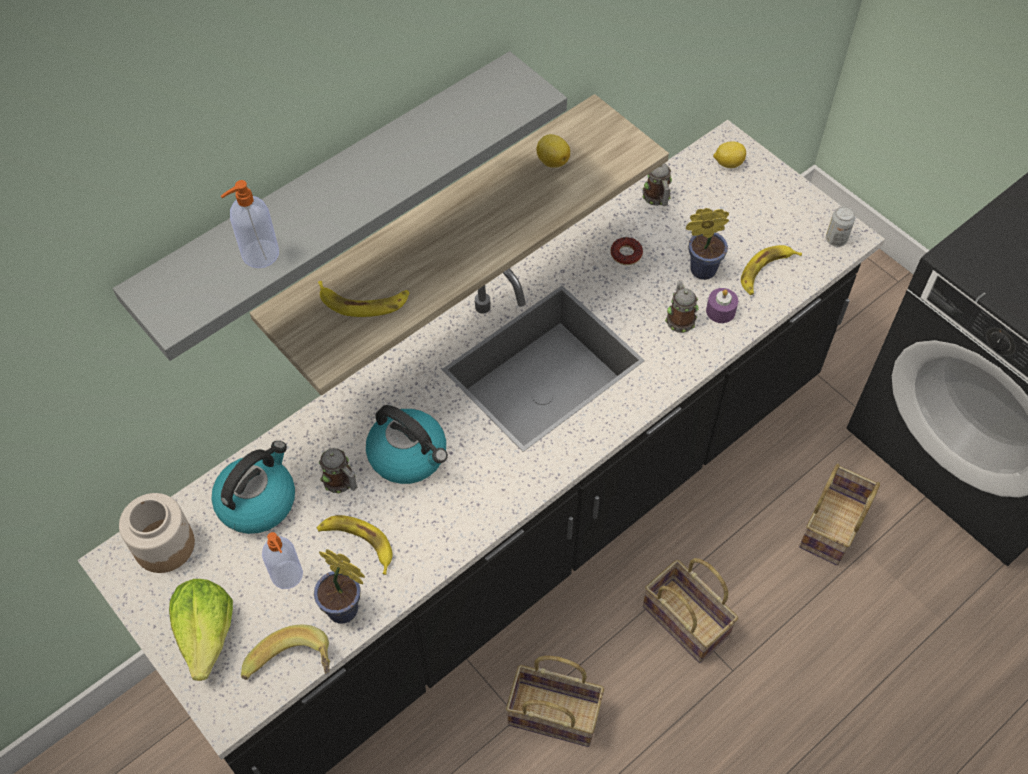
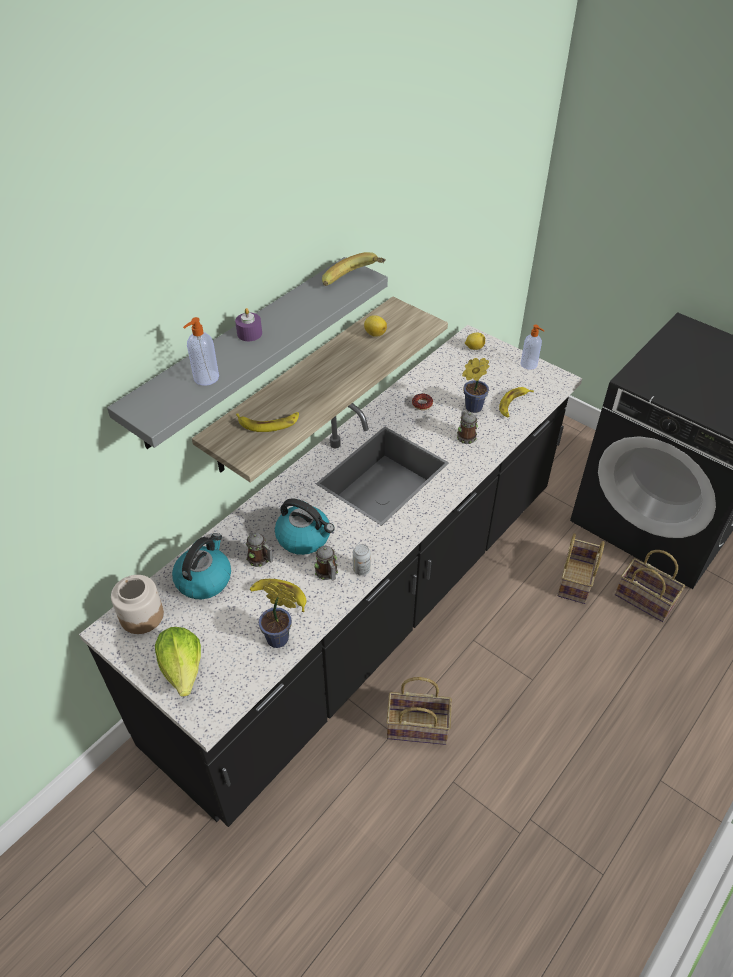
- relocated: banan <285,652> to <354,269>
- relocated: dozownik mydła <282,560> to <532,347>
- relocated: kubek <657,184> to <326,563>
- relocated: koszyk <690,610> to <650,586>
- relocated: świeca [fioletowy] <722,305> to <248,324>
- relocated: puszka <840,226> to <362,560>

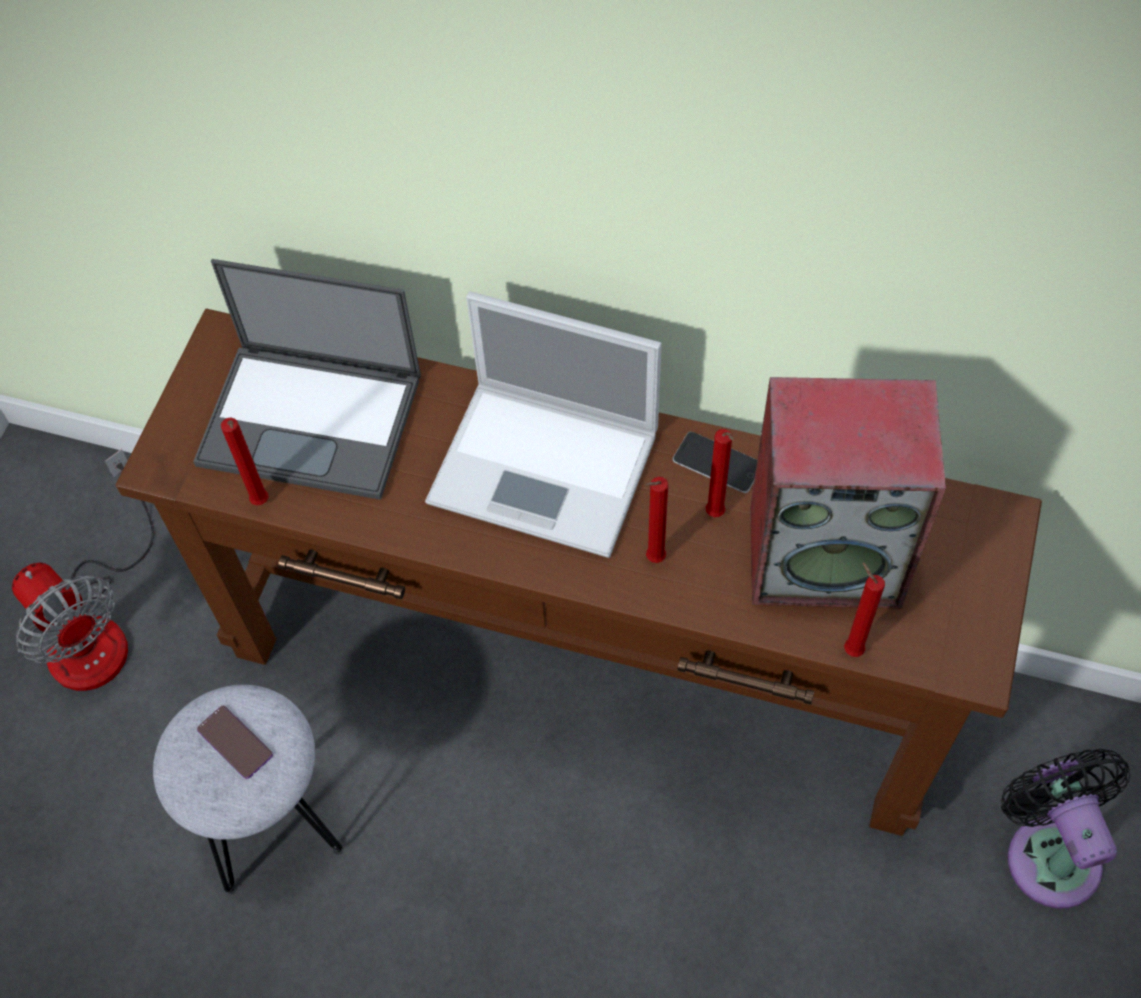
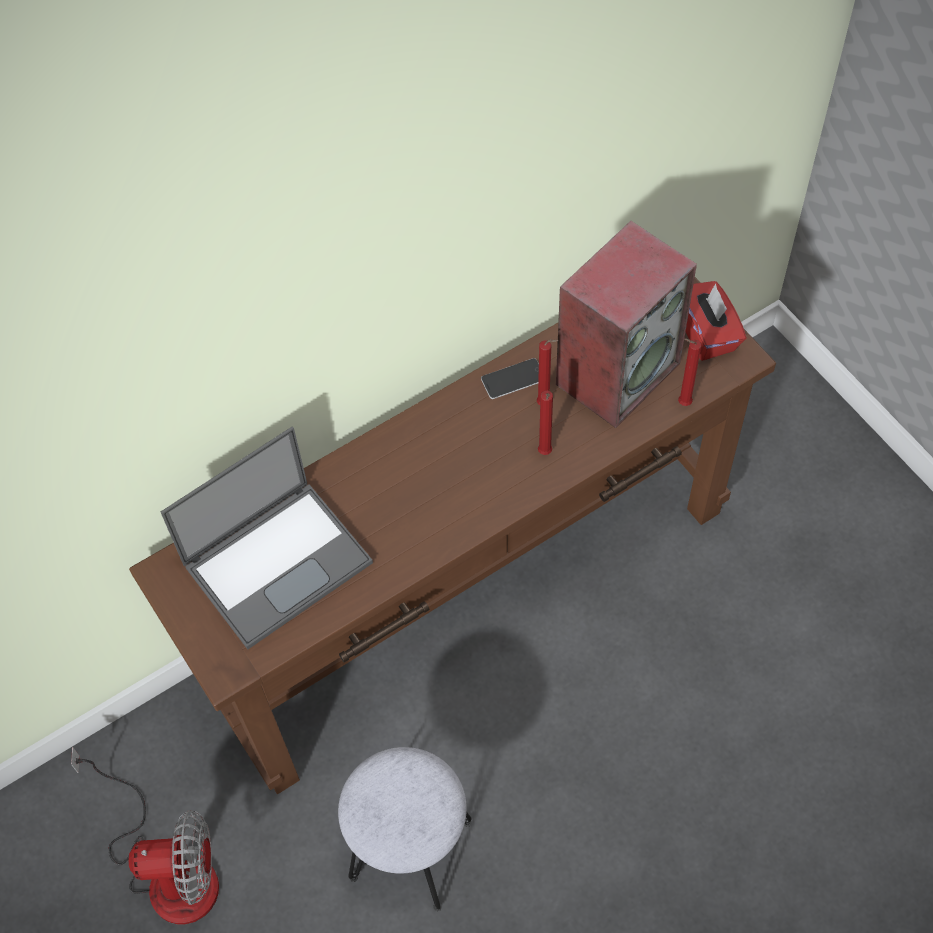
- missing: telefon <235,742>
- missing: świeca [czerwony] <244,461>
- missing: laptop <543,425>
- missing: wentylator [czarny] <1065,828>
- appeared: pudełko chusteczek [czerwony] <715,321>

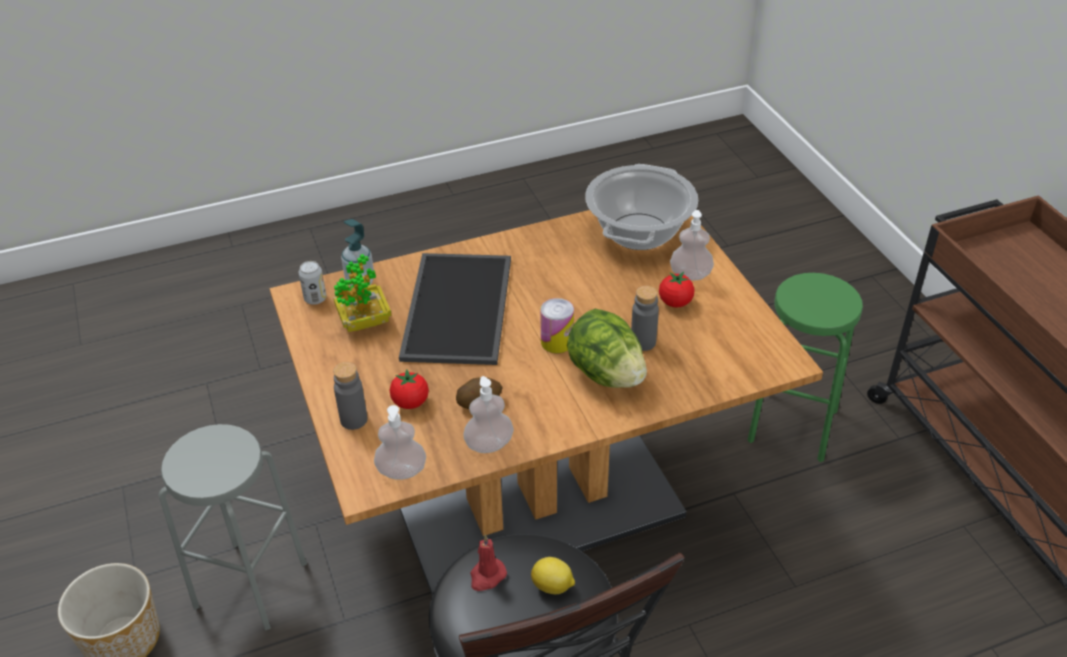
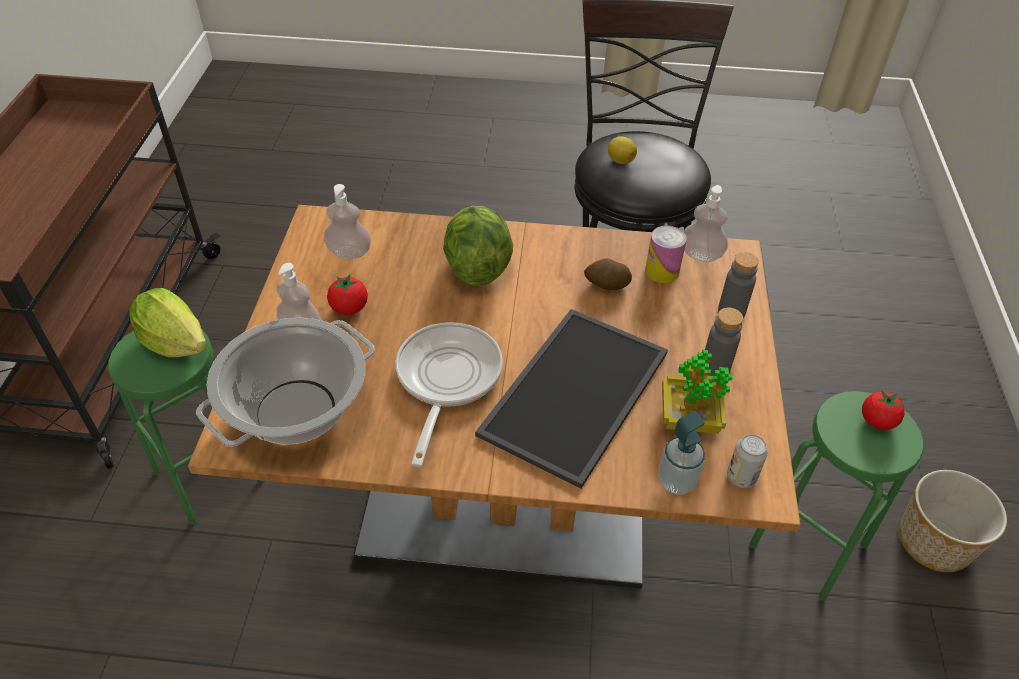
- colour: stołek [szary] <233,527> to stołek [zielony] <836,496>
- relocated: pomidor <409,389> to <883,410>
- relocated: dozownik mydła <488,414> to <347,221>
- missing: świeca [czerwony] <488,563>
- relocated: puszka <557,325> to <666,254>
- relocated: butelka [szary] <645,318> to <724,341>
- appeared: sałata <168,322>
- appeared: patelnia <449,394>

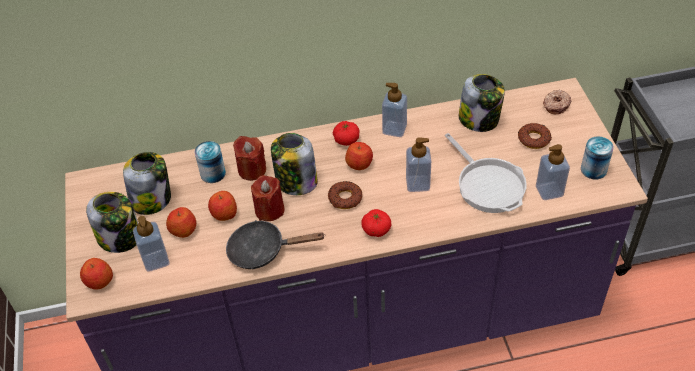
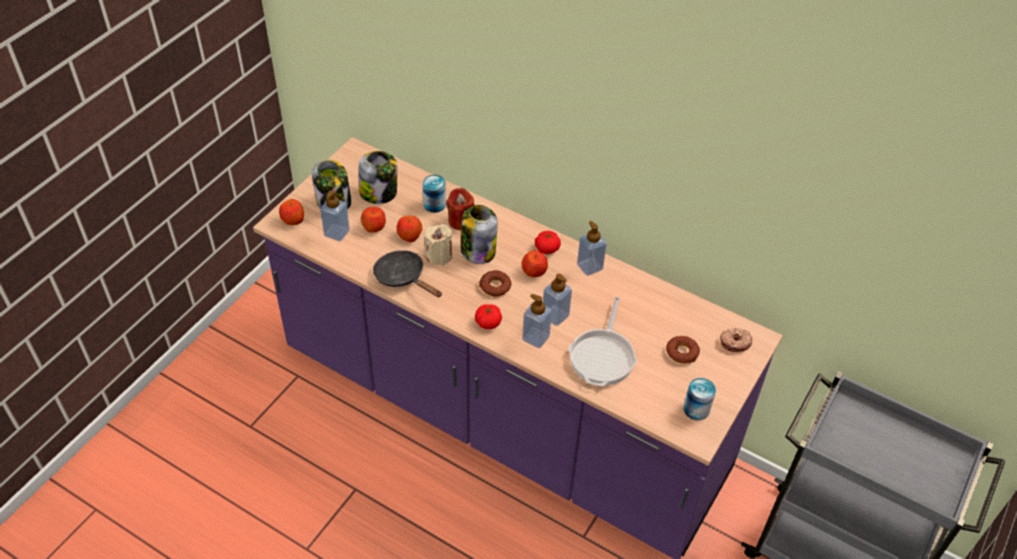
- colour: świeca [czerwony] <268,198> to świeca [beżowy] <438,245>
- missing: słoik <482,103>
- relocated: dozownik mydła <553,172> to <537,321>

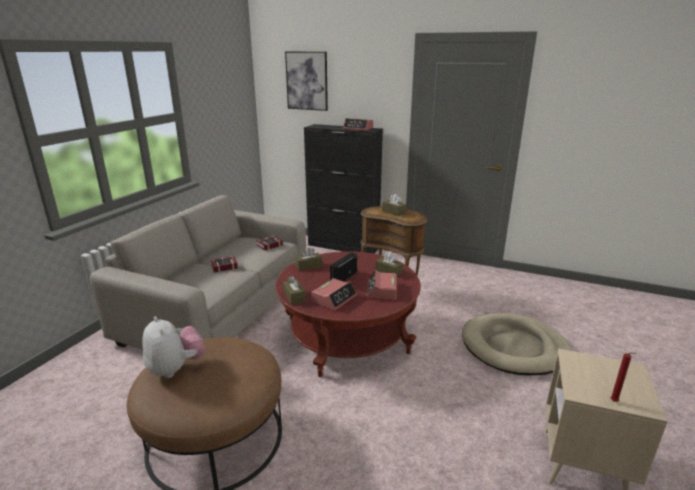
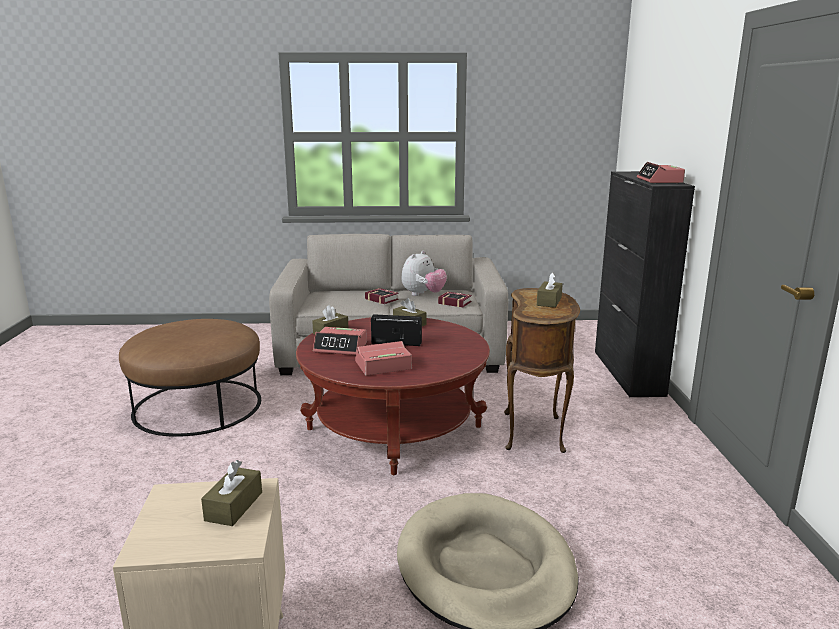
- relocated: pluszak <173,347> to <424,273>
- missing: obraz <306,81>
- relocated: pudełko chusteczek [brązowy] <389,264> to <231,493>
- missing: świeca [czerwony] <623,377>

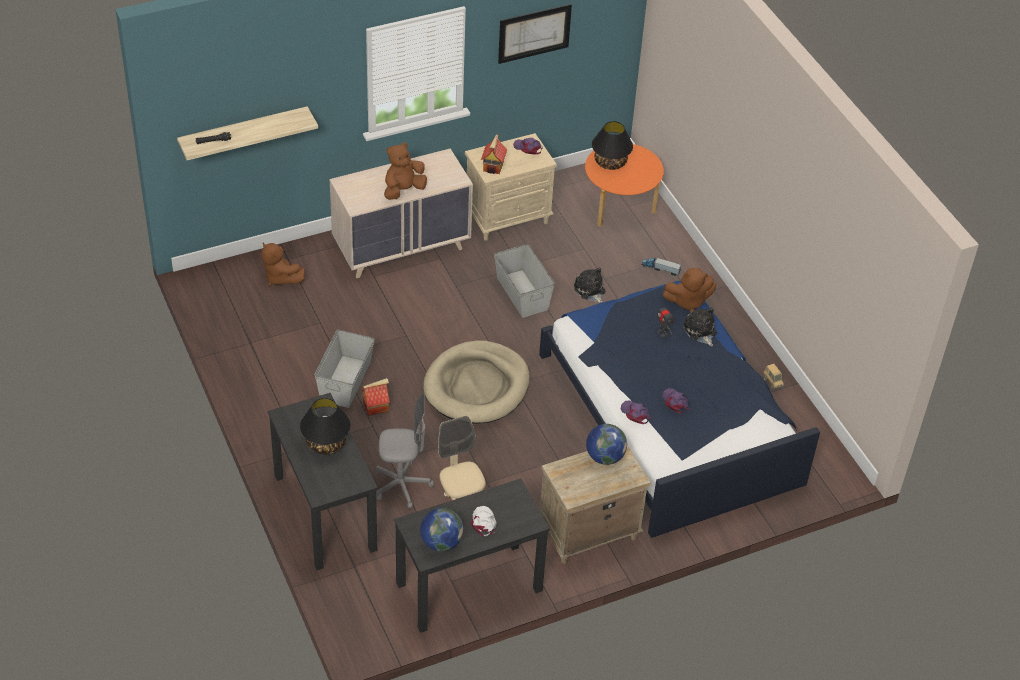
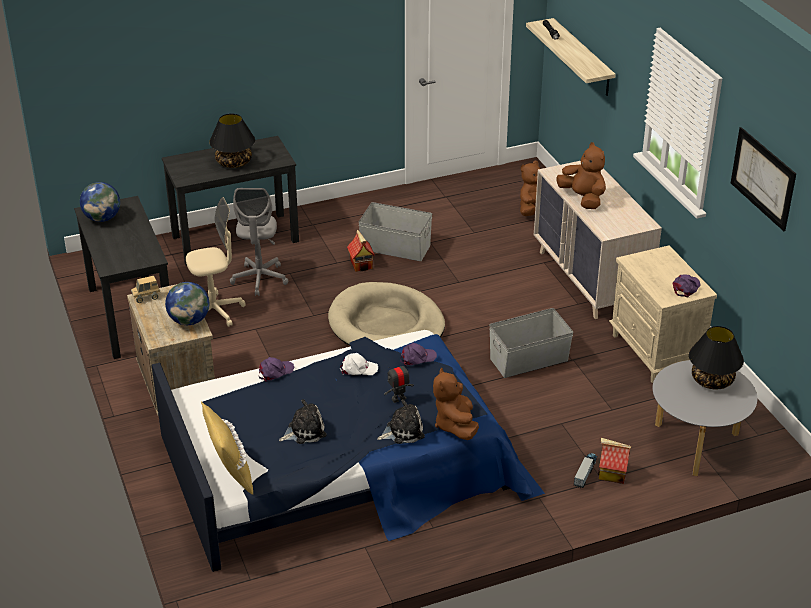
- relocated: czapka z daszkiem [biały] <483,521> to <359,364>
- relocated: domek <494,154> to <615,461>
- relocated: pluszak <589,285> to <303,421>
- colour: ława [pomarańczowy] <624,185> to ława [szary] <704,418>
- relocated: czapka z daszkiem [fioletowy] <675,400> to <418,354>
- relocated: ciężarówka zabawkowa <773,377> to <145,289>
- appeared: poduszka [żółty] <227,448>

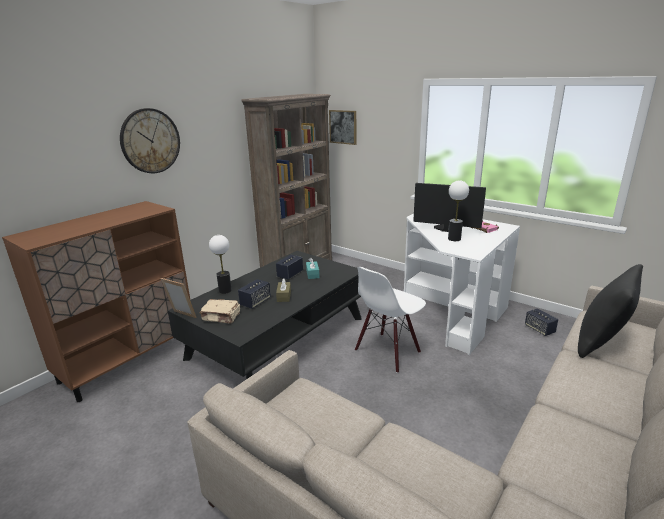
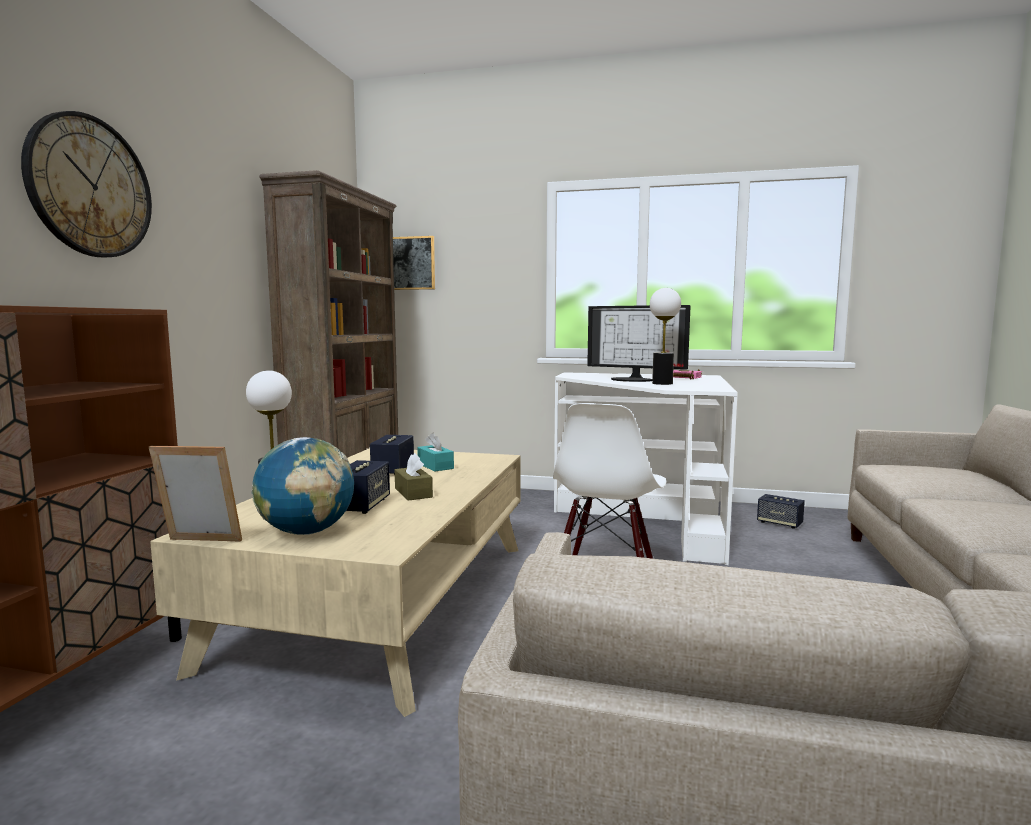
- colour: ława [czarny] <264,315> to ława [beżowy] <335,582>
- exchanged: książka [beżowy] <219,311> to globus <302,486>
- spun: monitor <449,207> = <639,343> 150 degrees counterclockwise
- missing: poduszka [czarny] <610,311>

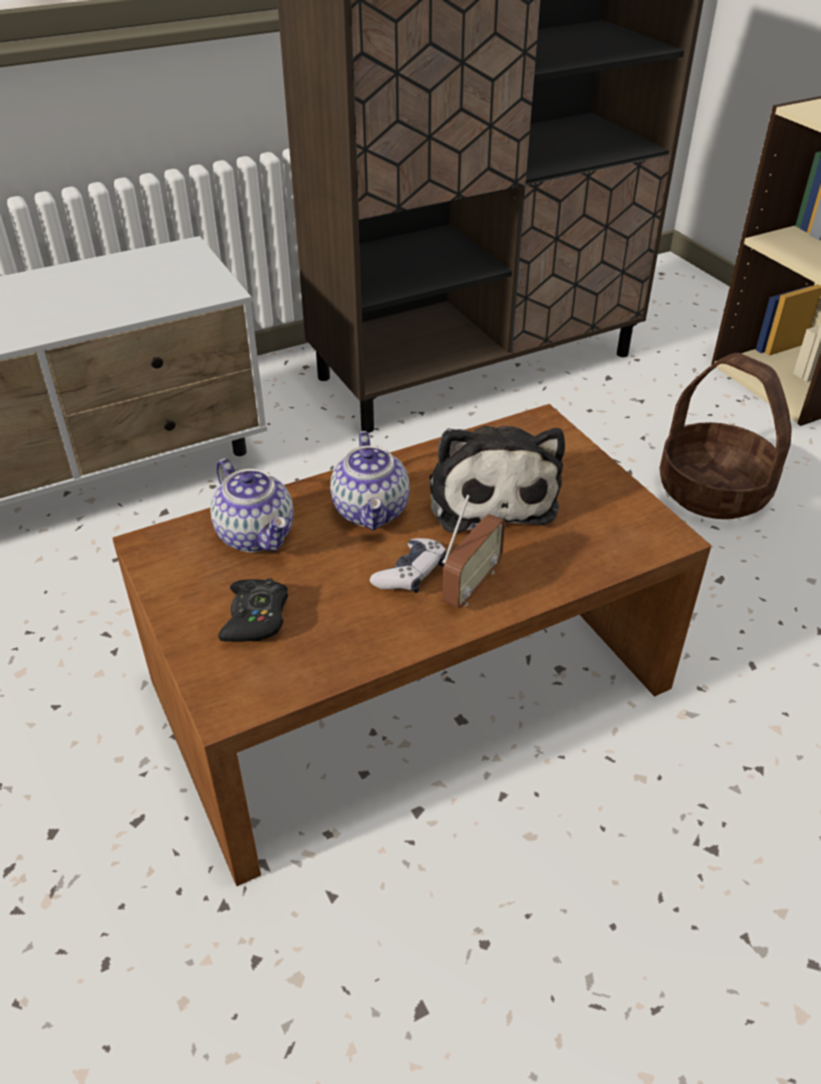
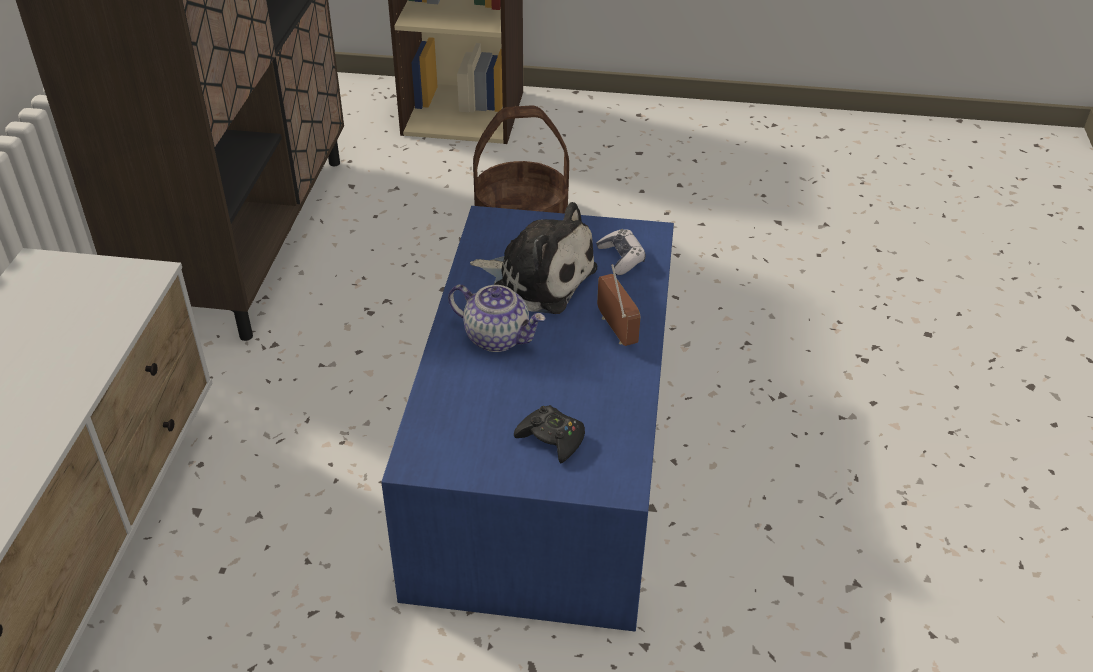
- colour: ława [brązowy] <411,645> to ława [niebieski] <527,418>
- missing: imbryk <252,505>
- relocated: pad do gier <408,565> to <621,252>

